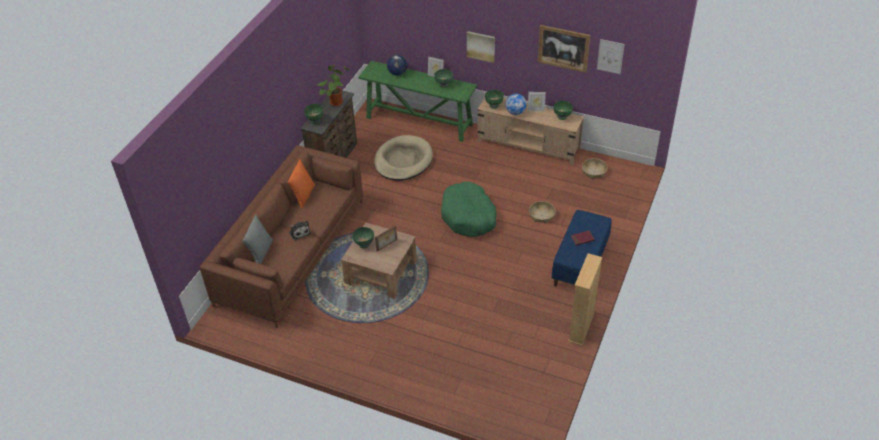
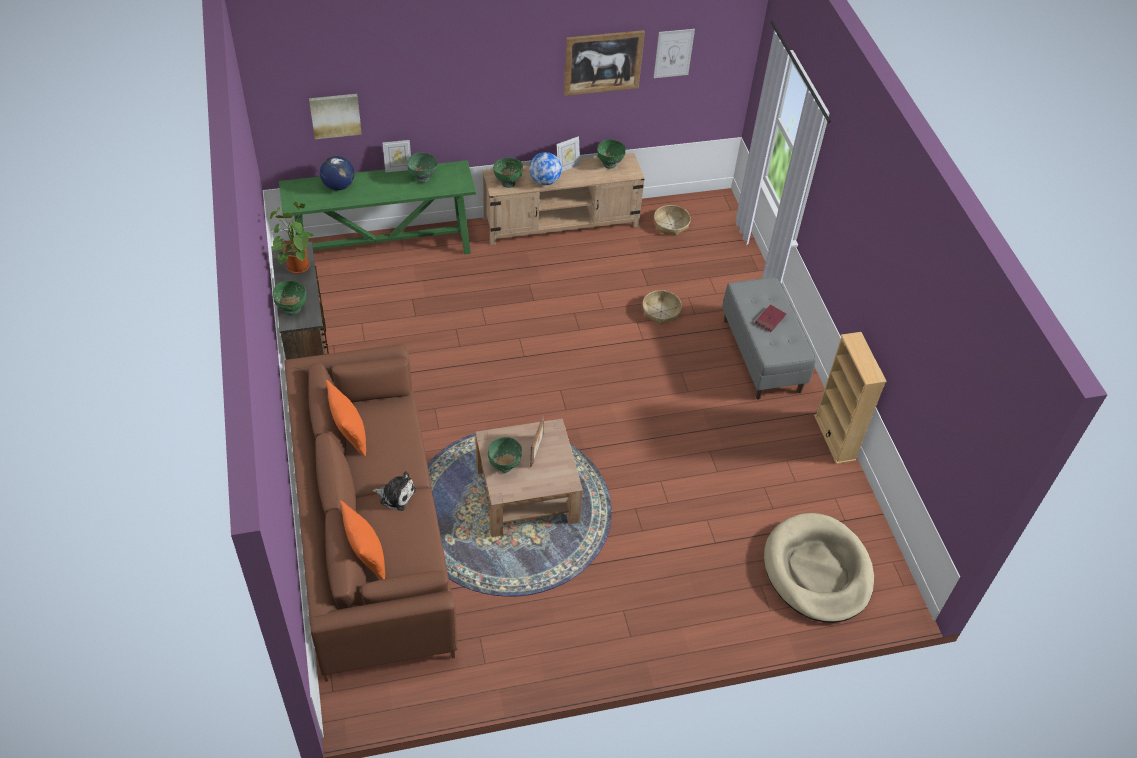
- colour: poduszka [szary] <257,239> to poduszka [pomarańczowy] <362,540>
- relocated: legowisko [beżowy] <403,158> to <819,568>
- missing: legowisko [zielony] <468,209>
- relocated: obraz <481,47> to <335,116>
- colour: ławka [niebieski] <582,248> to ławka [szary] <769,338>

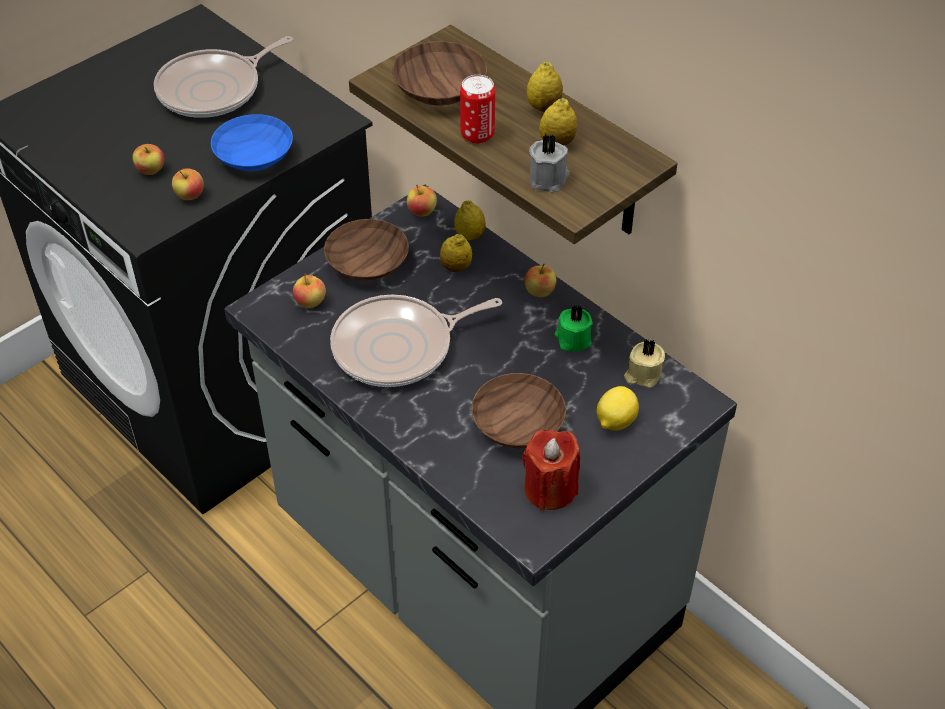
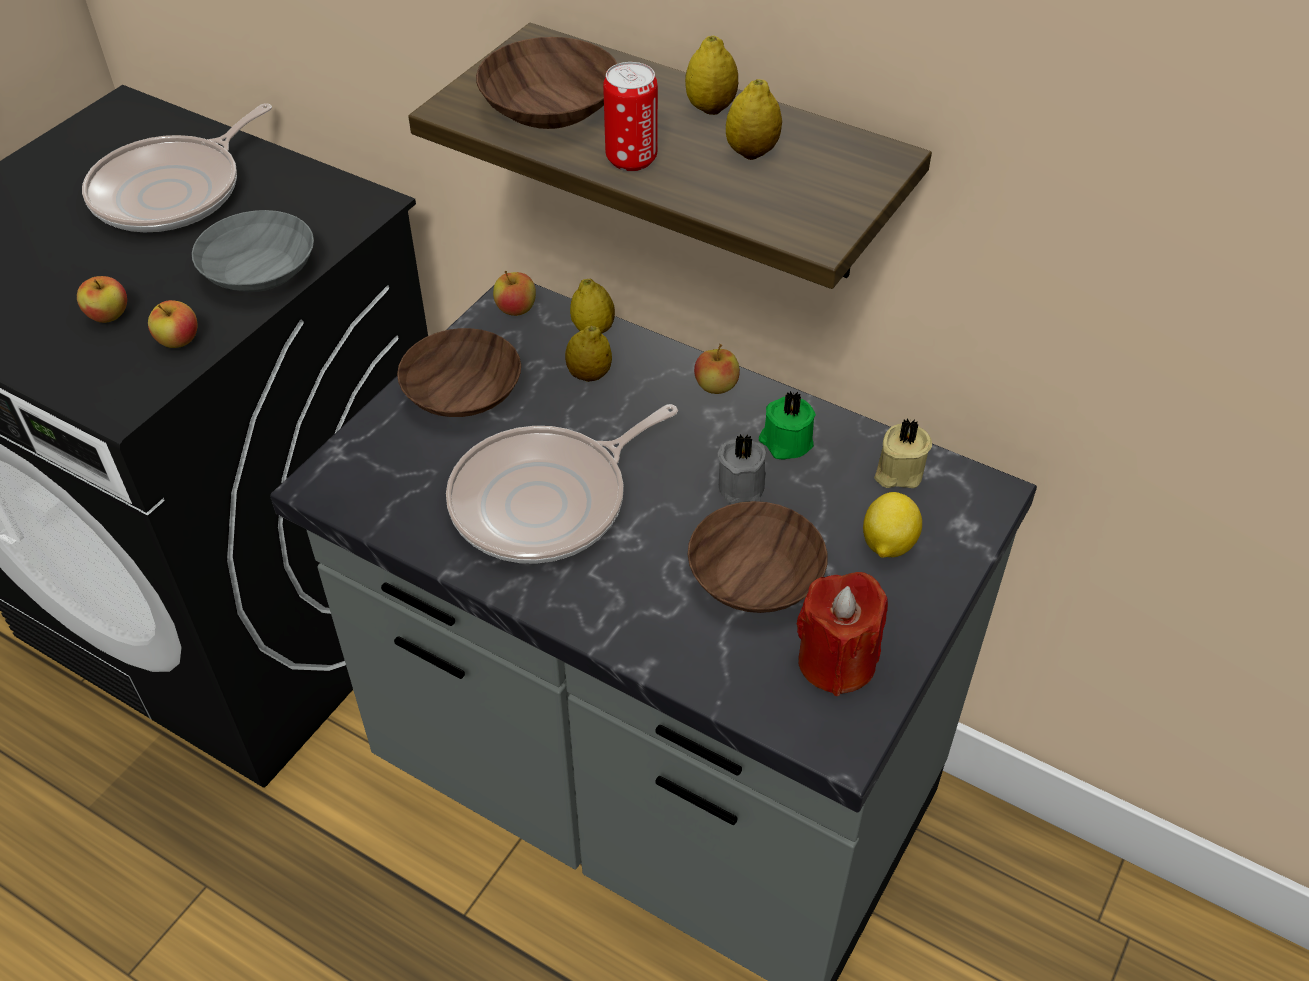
- colour: miska [niebieski] <252,142> to miska [szary] <253,251>
- missing: jabłko <309,291>
- relocated: świeca [szary] <549,163> to <742,469>

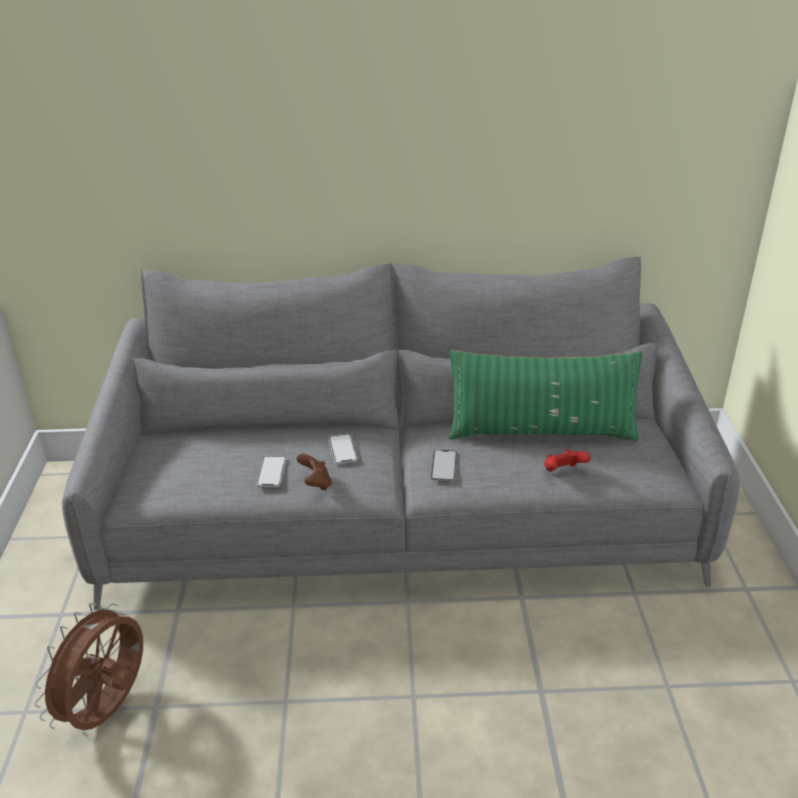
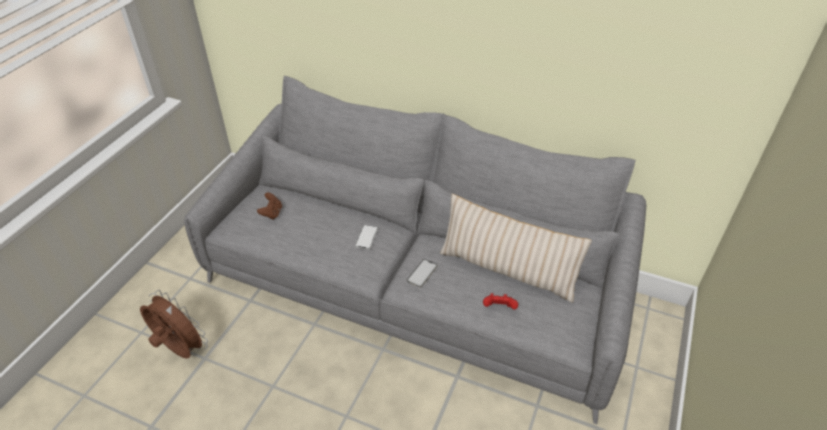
- spun: wentylator [brązowy] <89,667> = <174,324> 75 degrees clockwise
- missing: telefon <271,471>
- relocated: pad do gier [brązowy] <314,472> to <269,206>
- colour: poduszka [zielony] <545,395> to poduszka [beżowy] <516,248>

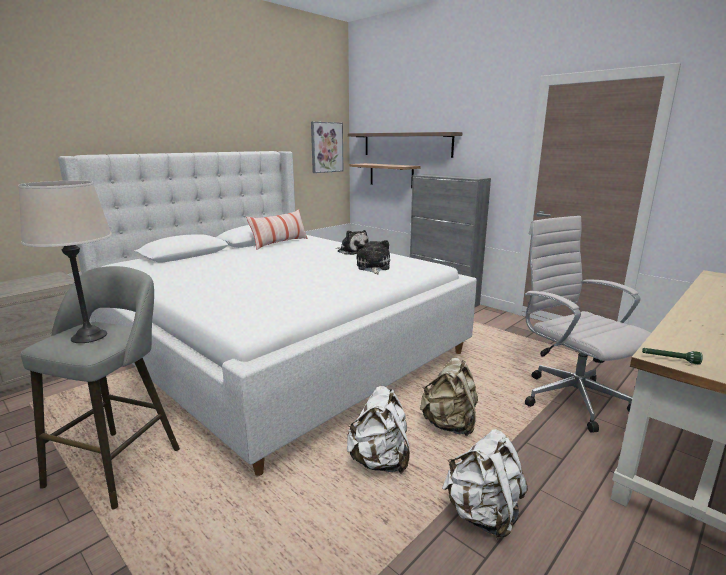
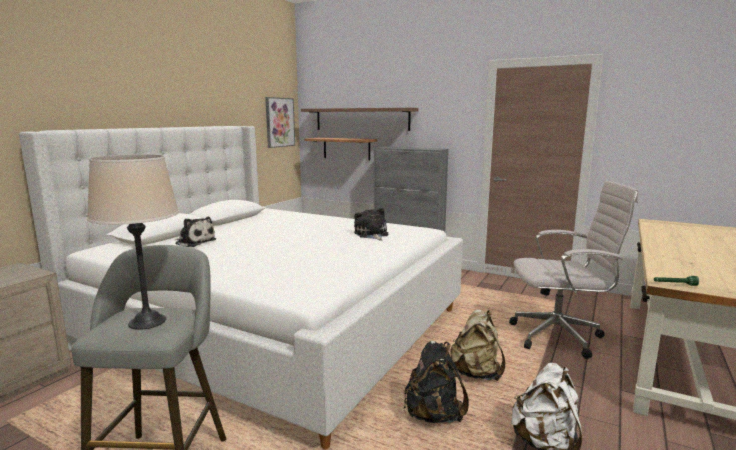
- missing: poduszka <277,229>
- relocated: pluszak <352,242> to <195,232>
- colour: plecak [biały] <378,429> to plecak [czarny] <436,382>
- spun: krzesło biurowe [biały] <588,324> = <574,269> 135 degrees clockwise

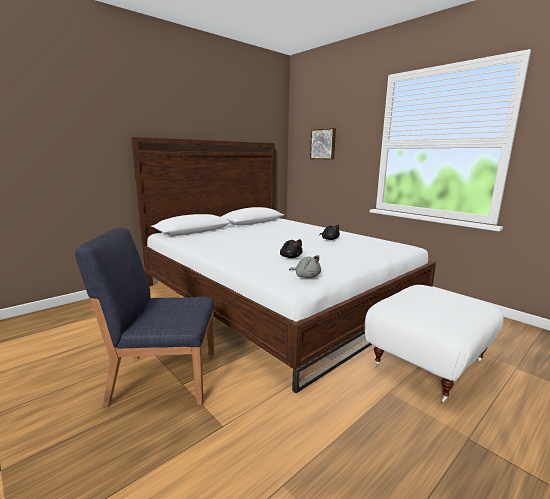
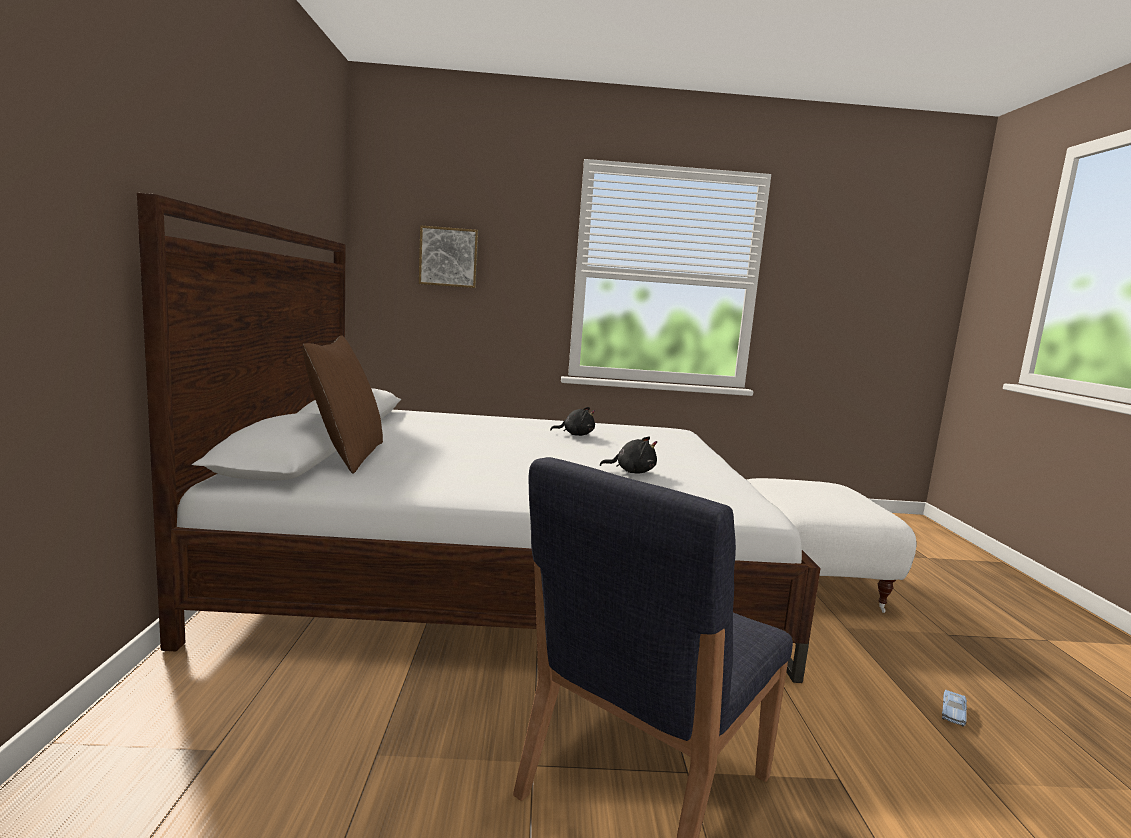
- missing: pluszak [szary] <305,266>
- appeared: poduszka [brązowy] <342,404>
- appeared: samochodzik [niebieski] <954,708>

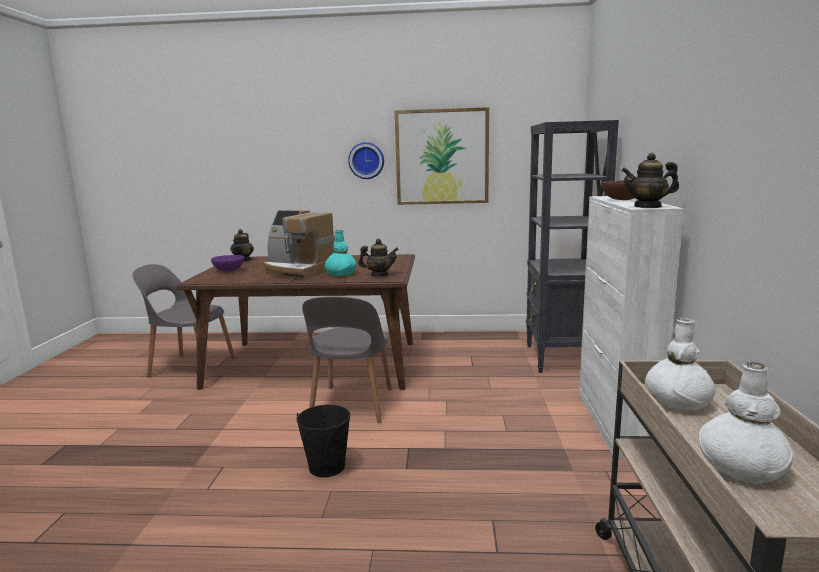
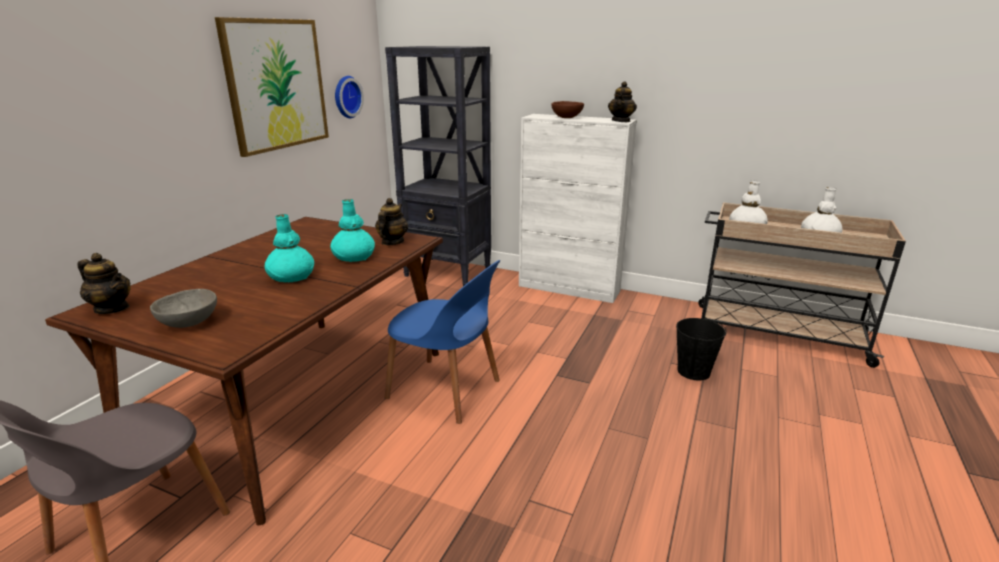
- colour: miska [fioletowy] <227,263> to miska [szary] <183,308>
- exchanged: ekspres do kawy <298,245> to wazon [turkusowy] <289,248>
- relocated: wiadro [czarny] <323,441> to <701,348>
- colour: krzesło [szary] <347,360> to krzesło [niebieski] <443,342>
- relocated: zegar ścienny <366,160> to <349,97>

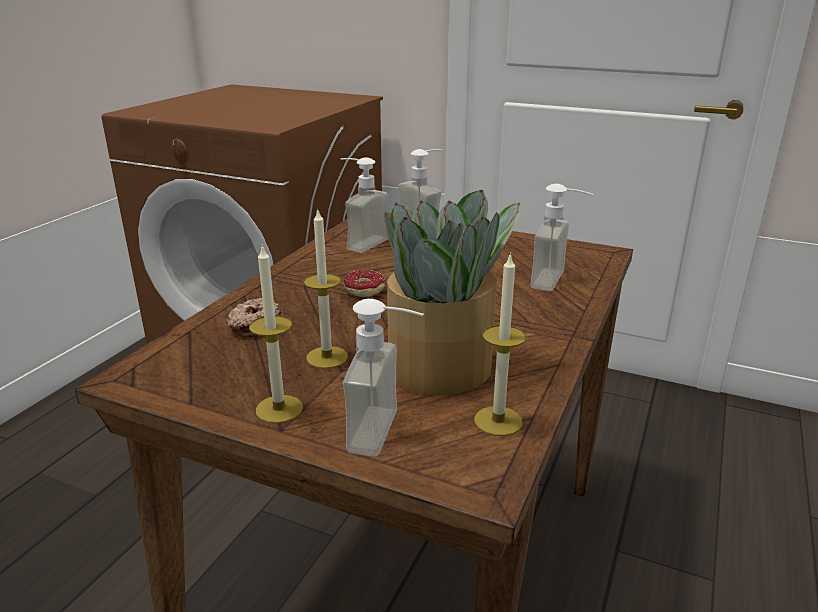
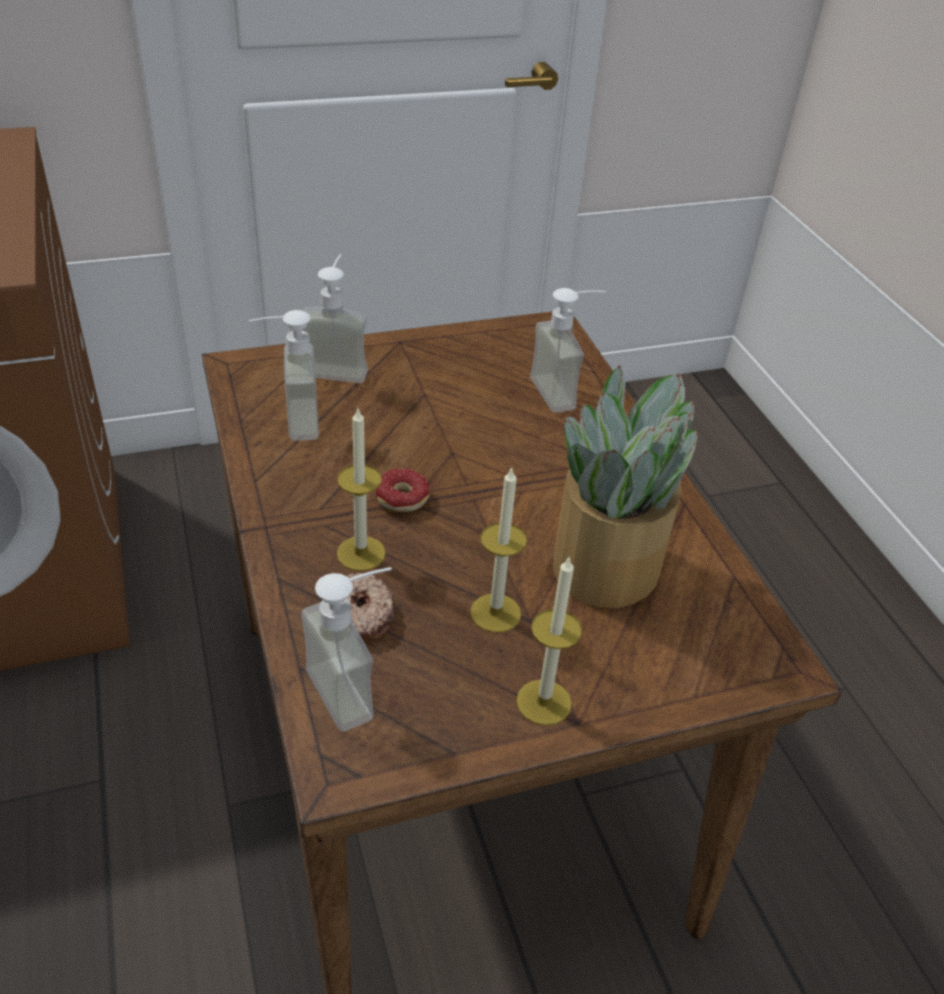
- relocated: dozownik mydła <383,378> to <346,649>
- relocated: świeca <500,344> to <361,490>

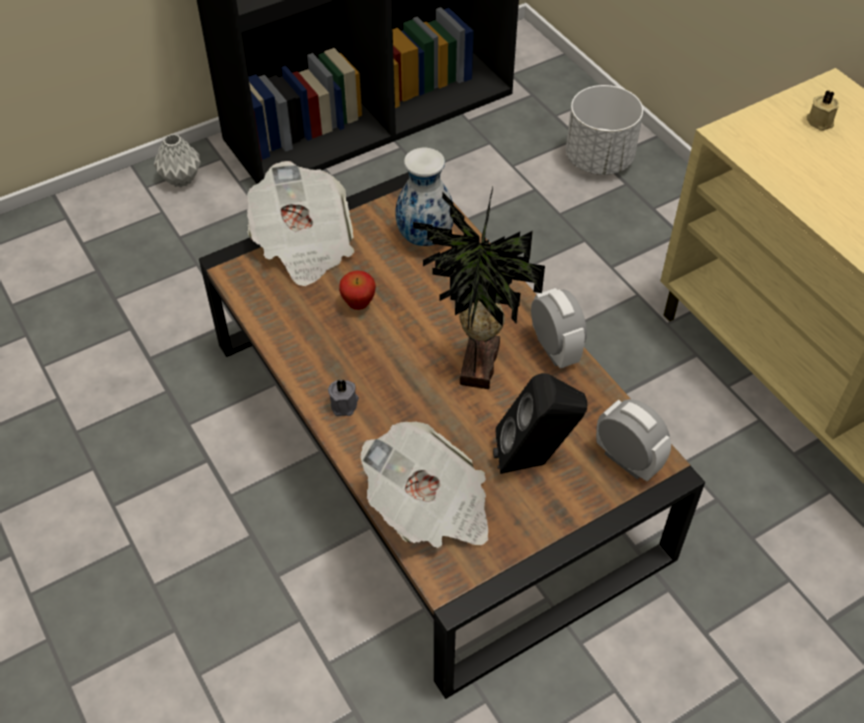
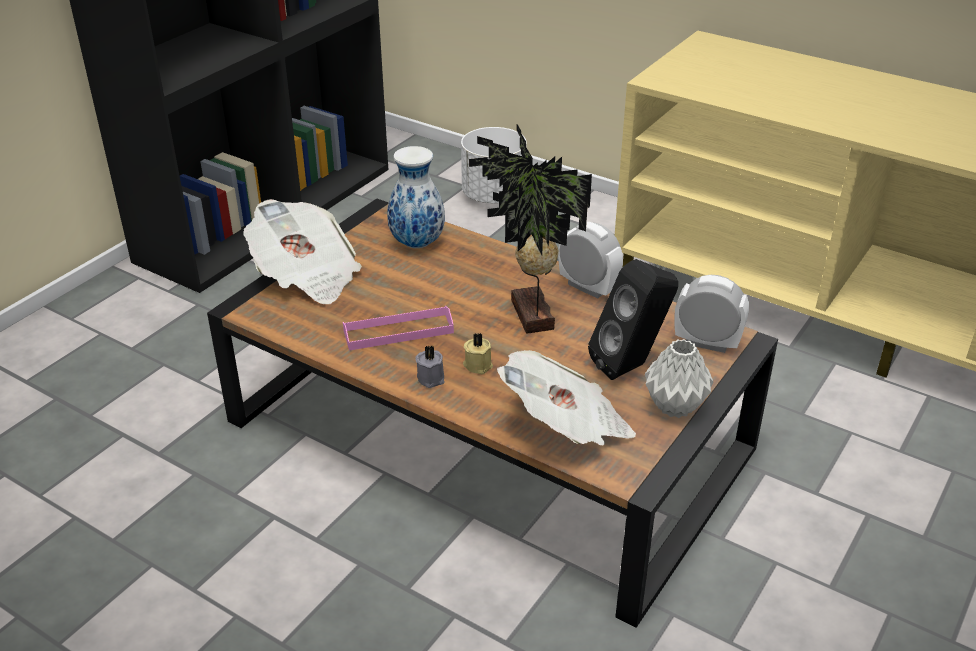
- relocated: wazon [szary] <177,160> to <679,378>
- missing: jabłko <357,290>
- relocated: świeca [beżowy] <822,111> to <478,353>
- appeared: taca [różowy] <398,328>

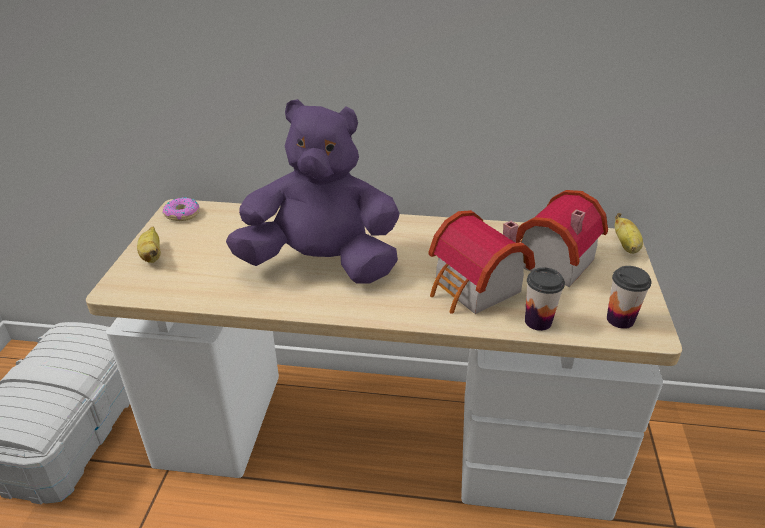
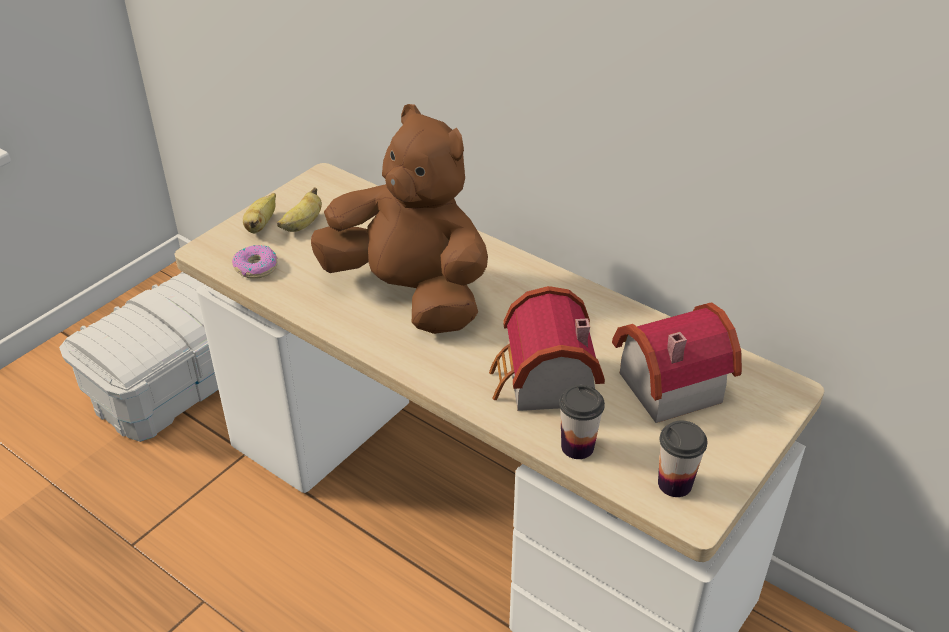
- relocated: donut <181,209> to <255,262>
- colour: pluszak [fioletowy] <313,191> to pluszak [brązowy] <399,219>
- relocated: banan <628,233> to <299,209>

